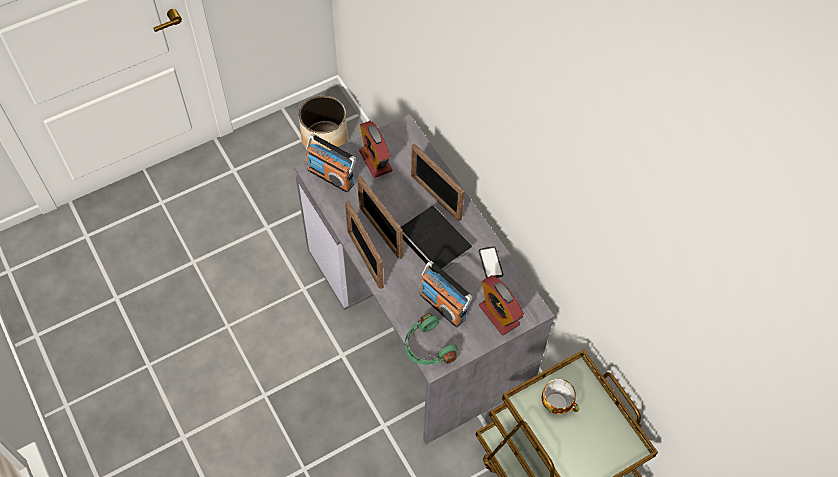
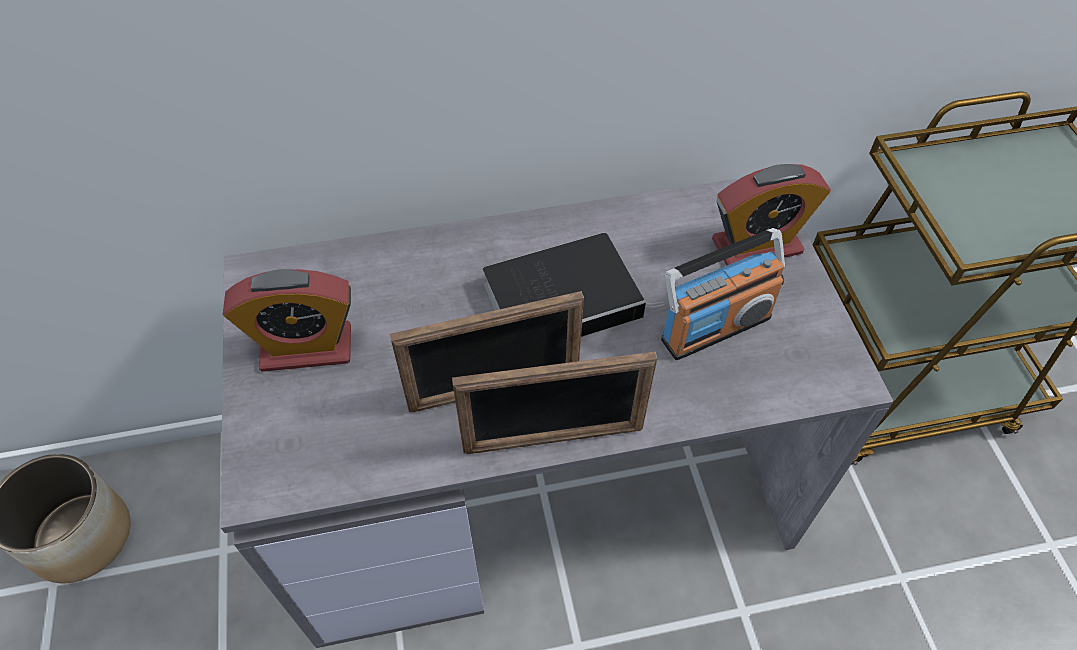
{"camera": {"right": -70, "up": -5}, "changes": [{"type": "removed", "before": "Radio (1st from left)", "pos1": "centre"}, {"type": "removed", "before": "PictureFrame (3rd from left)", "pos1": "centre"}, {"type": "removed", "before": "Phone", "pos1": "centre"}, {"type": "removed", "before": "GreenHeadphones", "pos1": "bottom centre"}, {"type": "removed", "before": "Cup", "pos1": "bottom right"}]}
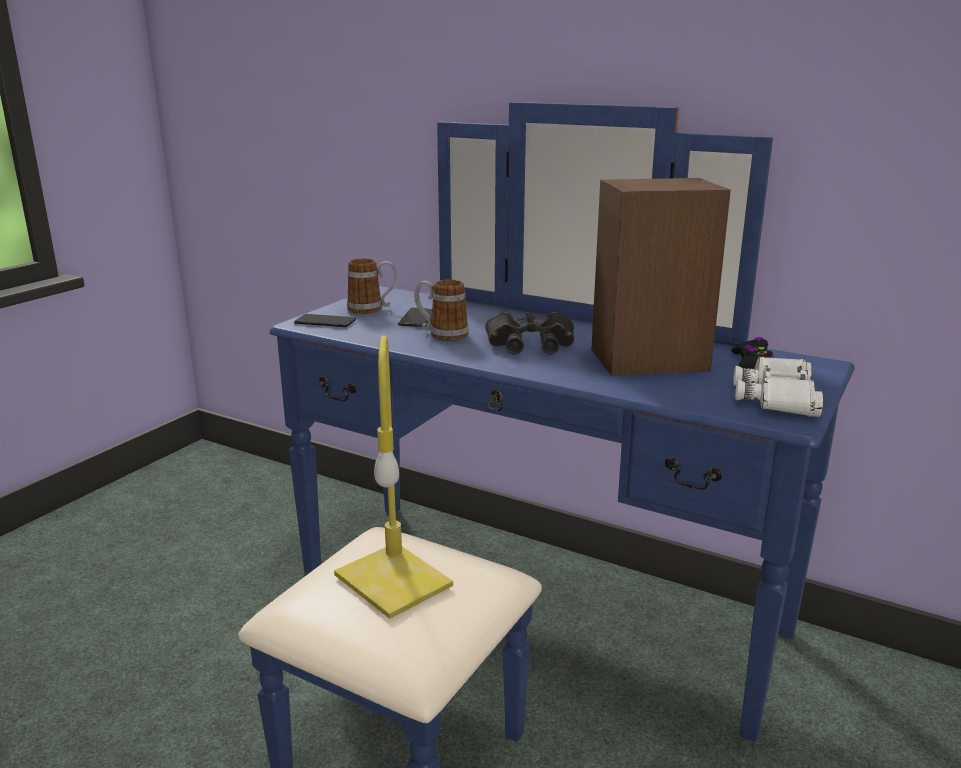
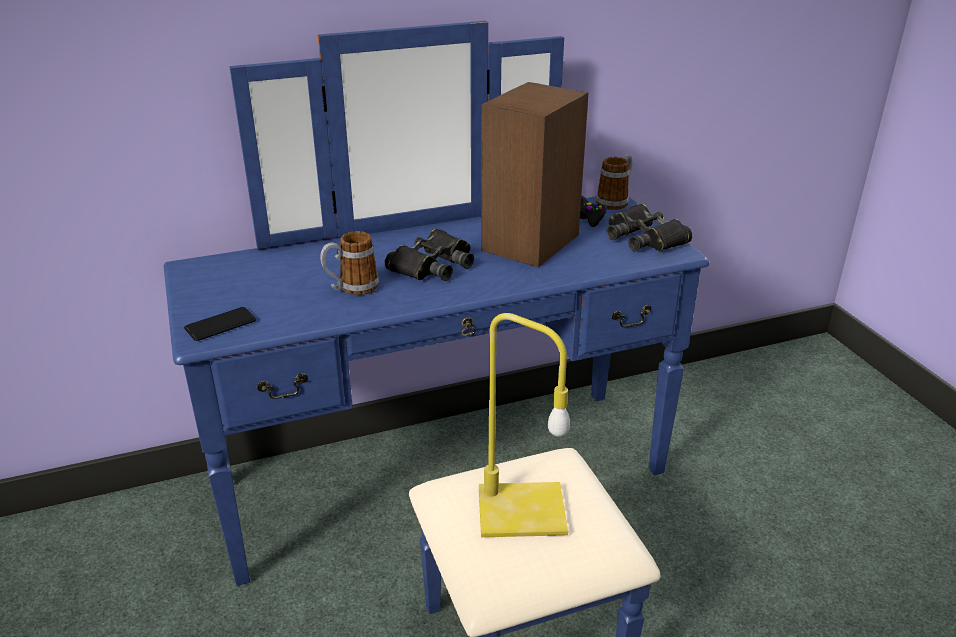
{"camera": {"right": -50, "up": 10}, "changes": [{"type": "moved", "before": "Mug (1st from left in the first image)", "after": "Mug (2nd from left)", "pos1": "centre", "pos2": "top centre"}, {"type": "removed", "before": "Phone (2nd from left)", "pos1": "centre"}, {"type": "recoloured", "before": "WhiteBinoculars", "after": "BlackBinoculars (2nd from left)", "pos1": "middle right", "pos2": "middle right"}]}
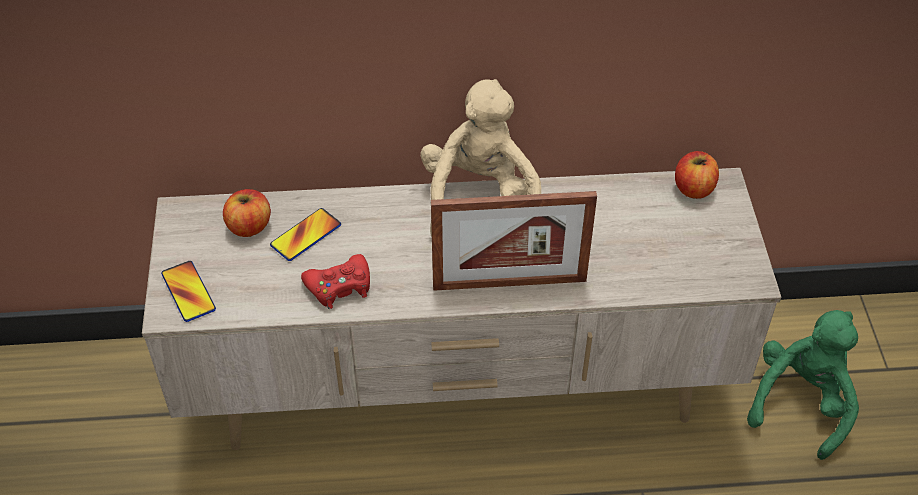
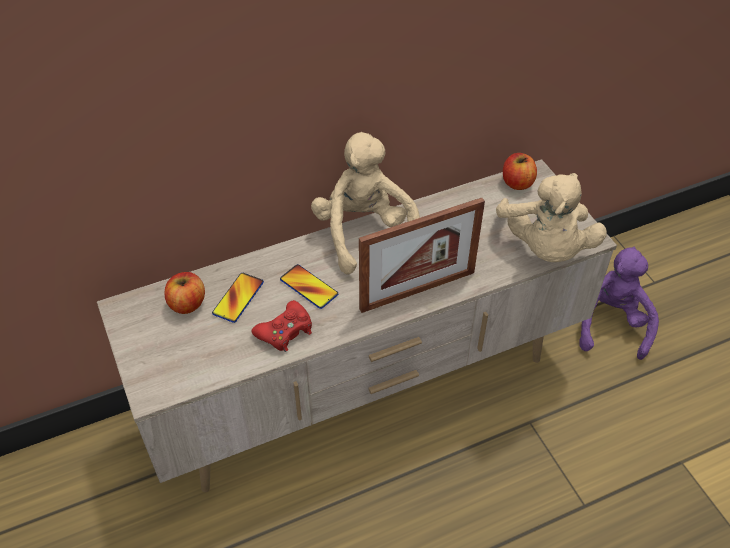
{"camera": {"right": -20, "up": 0}, "changes": [{"type": "moved", "before": "Phone (1st from left in the first image)", "after": "Phone (2nd from left)", "pos1": "middle left", "pos2": "centre"}, {"type": "recoloured", "before": "GreenPlushToy", "after": "PurplePlushToy", "pos1": "bottom right", "pos2": "middle right"}, {"type": "added", "after": "BeigePlushToy (2nd from left)", "pos2": "middle right"}]}
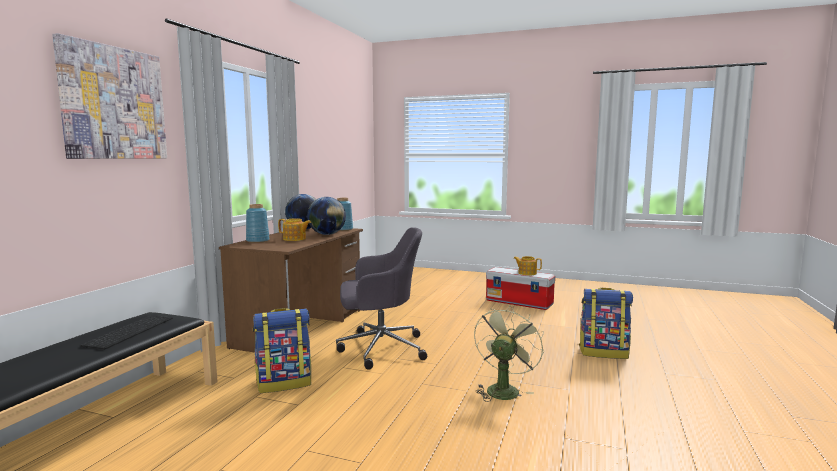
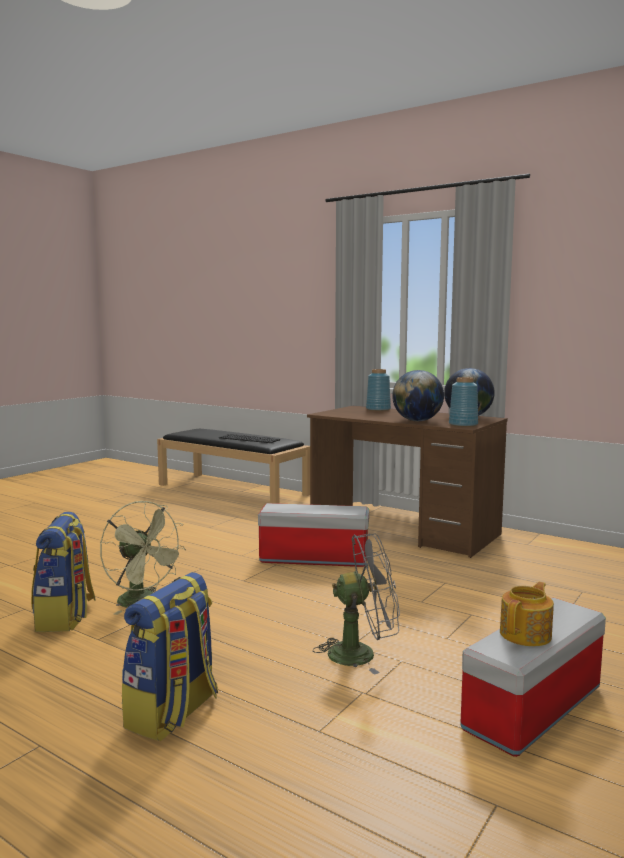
{"camera": {"right": 105, "up": 0}, "changes": [{"type": "removed", "before": "Picture", "pos1": "top left"}, {"type": "removed", "before": "Teapot (1st from left)", "pos1": "centre"}, {"type": "replaced", "before": "GreyOfficeChair", "after": "StorageBox (1st from left)", "pos1": "centre", "pos2": "centre"}, {"type": "moved", "before": "Backpack (1st from left)", "pos1": "bottom centre", "pos2": "bottom left"}, {"type": "added", "after": "GreyFan", "pos2": "bottom centre"}]}
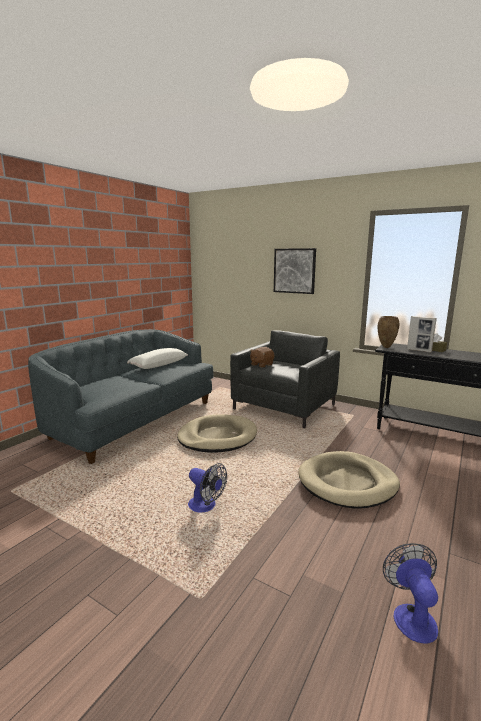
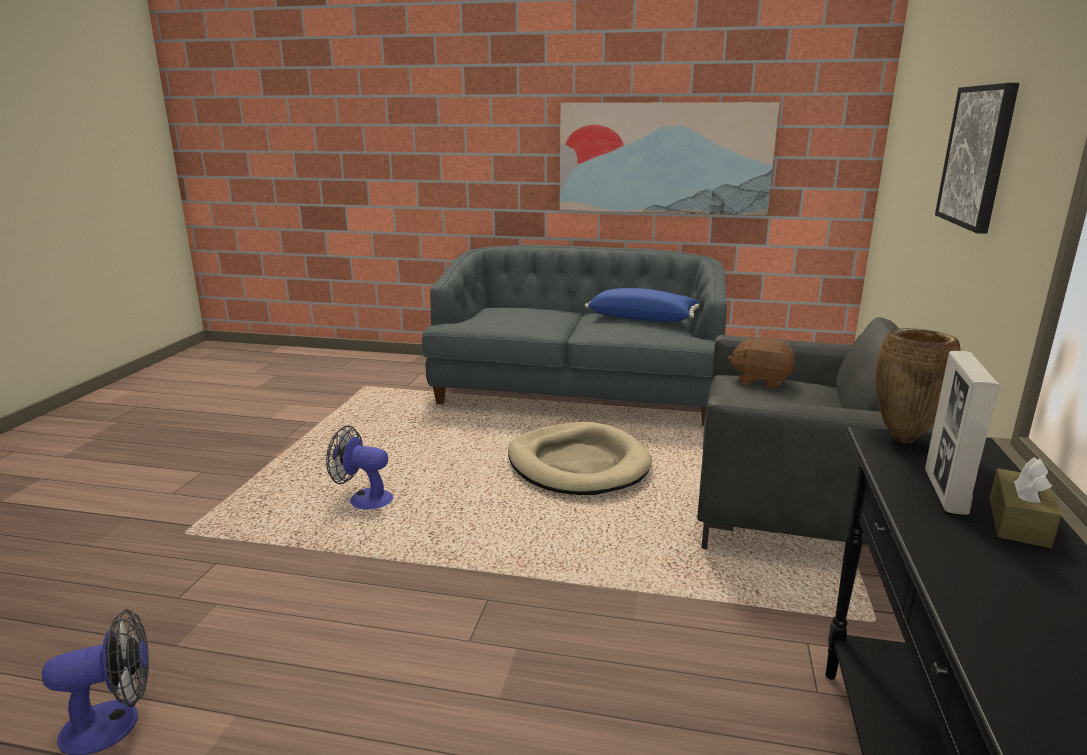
{"camera": {"right": 70, "up": 5}, "changes": [{"type": "recoloured", "before": "WhitePillow", "after": "BluePillow", "pos1": "middle left", "pos2": "centre"}, {"type": "removed", "before": "BeigeDogBed (2nd from left)", "pos1": "middle right"}, {"type": "turned", "before": "Fan (1st from left in the first image)", "pos1": "bottom centre", "pos2": "middle left", "turn": 90}, {"type": "added", "after": "Picture (1st from left)", "pos2": "top centre"}]}
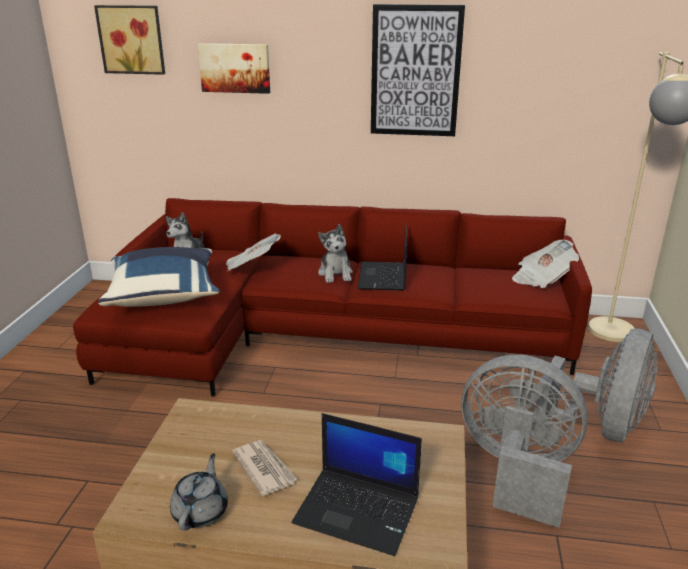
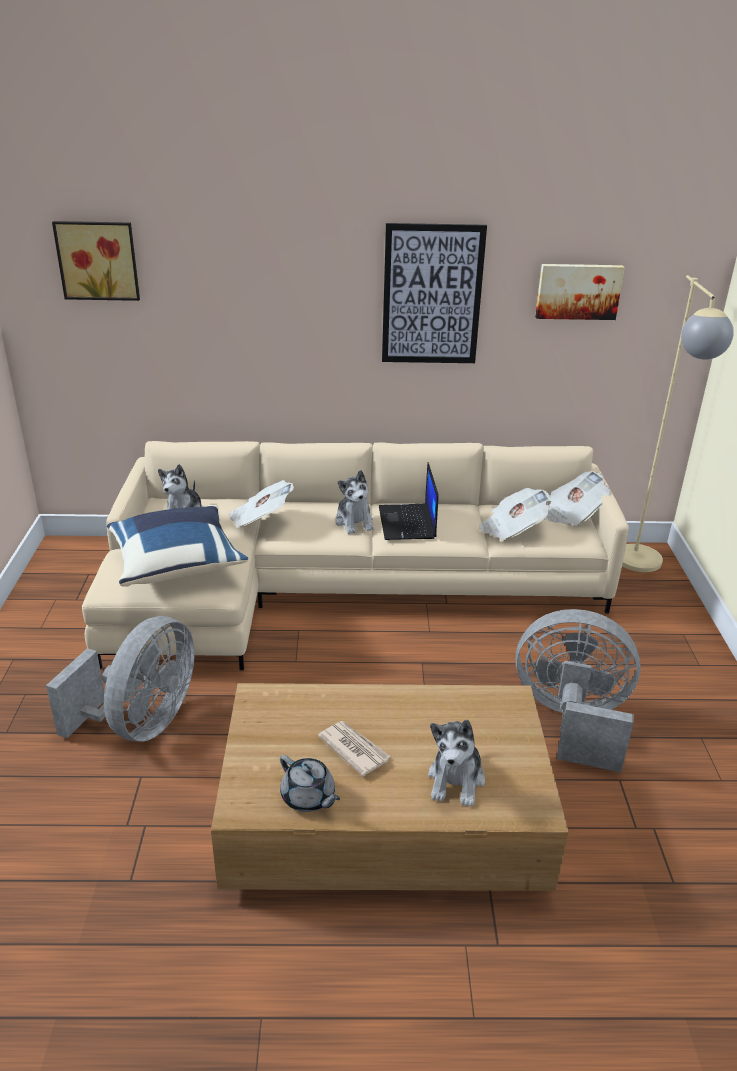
{"camera": {"right": -10, "up": 5}, "changes": [{"type": "moved", "before": "Picture (2nd from left in the first image)", "after": "Picture (3rd from left)", "pos1": "top centre", "pos2": "top right"}, {"type": "recoloured", "before": "RedSofa", "after": "BeigeSofa", "pos1": "centre", "pos2": "centre"}, {"type": "moved", "before": "GreyFan (2nd from left in the first image)", "after": "GreyFan (1st from left)", "pos1": "bottom right", "pos2": "middle left"}, {"type": "replaced", "before": "Laptop (1st from left)", "after": "PlushToy (3rd from left)", "pos1": "bottom centre", "pos2": "bottom centre"}, {"type": "turned", "before": "GreyTeapot", "pos1": "bottom left", "pos2": "bottom centre", "turn": 135}, {"type": "added", "after": "Newspaper (3rd from left)", "pos2": "middle right"}]}
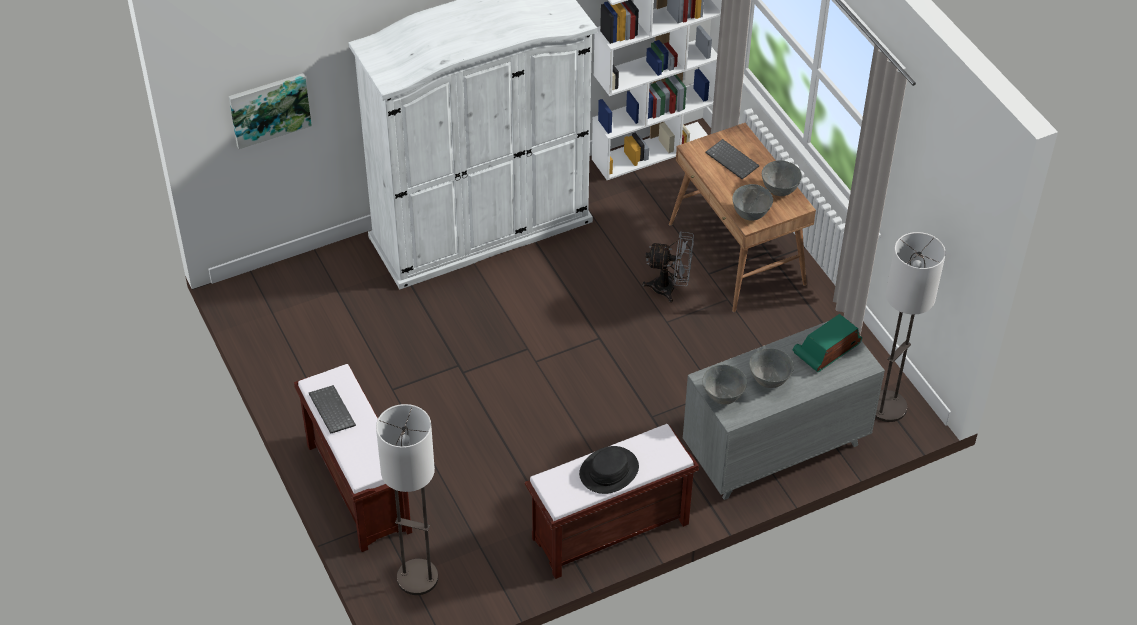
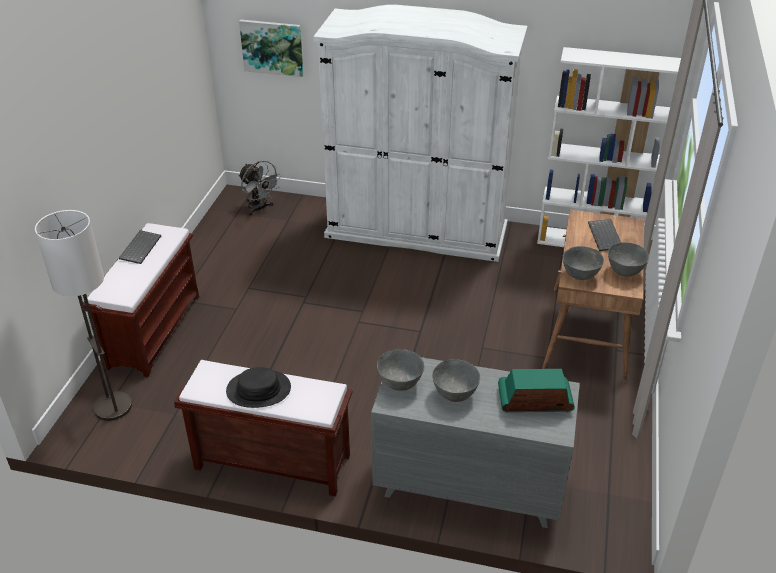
{"camera": {"right": 40, "up": -10}, "changes": [{"type": "moved", "before": "GreyFan", "pos1": "centre", "pos2": "top centre"}, {"type": "removed", "before": "FloorLamp (2nd from left)", "pos1": "middle right"}]}
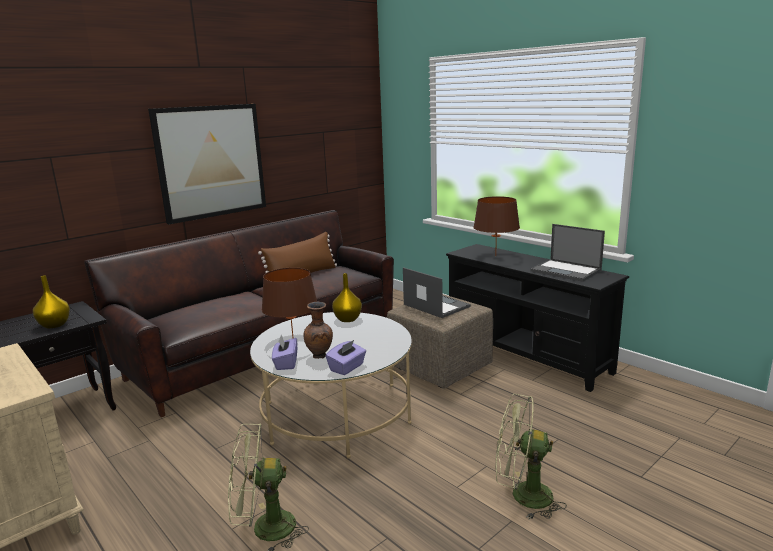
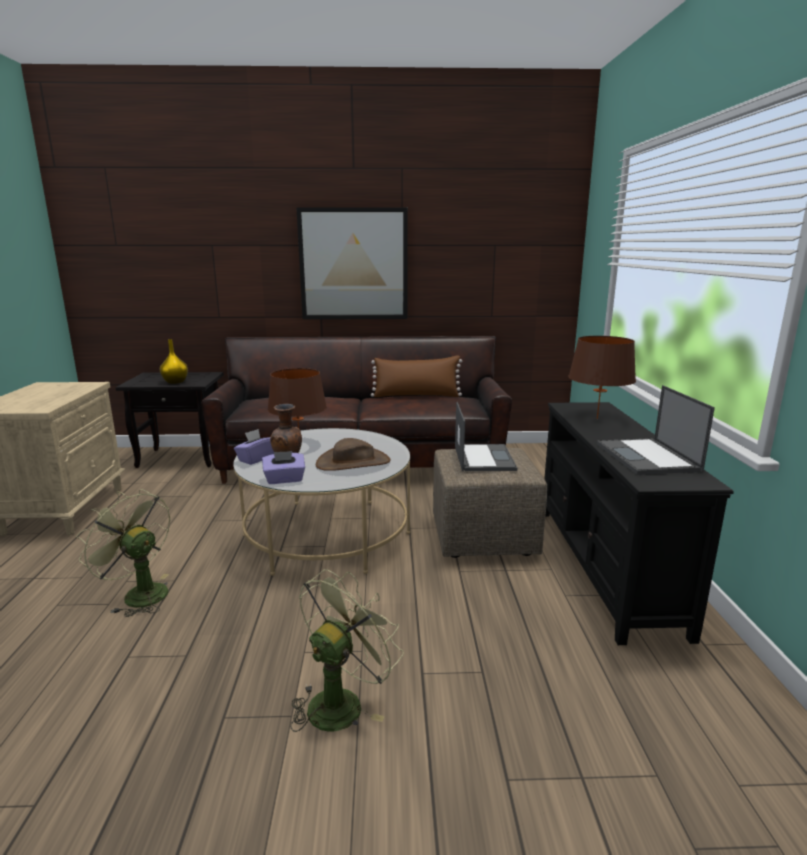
{"camera": {"right": 40, "up": 0}, "changes": [{"type": "removed", "before": "YellowVase (2nd from left)", "pos1": "centre"}, {"type": "turned", "before": "GreenFan (2nd from left)", "pos1": "bottom right", "pos2": "bottom centre", "turn": 75}, {"type": "added", "after": "BrownHat", "pos2": "centre"}]}
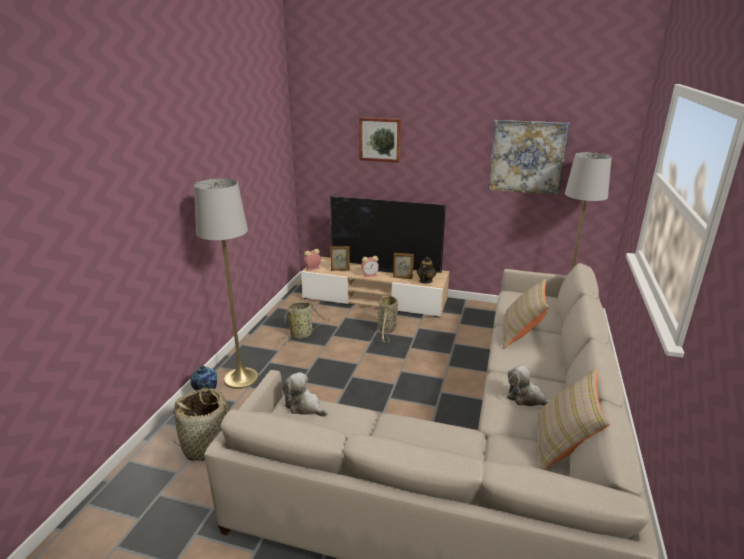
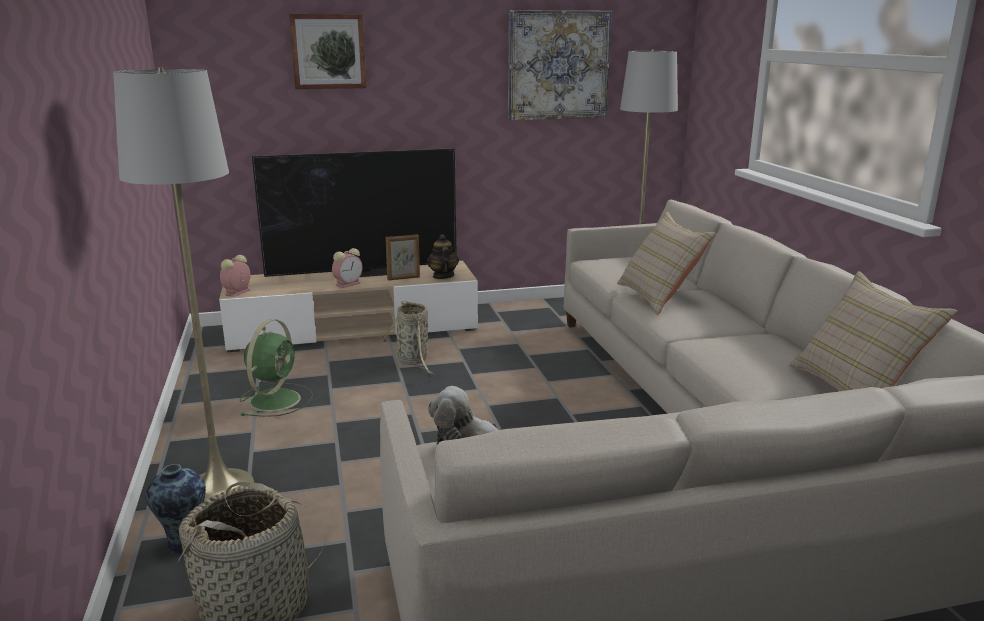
{"camera": {"right": -30, "up": -5}, "changes": [{"type": "removed", "before": "PictureFrame (1st from left)", "pos1": "centre"}, {"type": "replaced", "before": "Basket (2nd from left)", "after": "GreenFan", "pos1": "centre", "pos2": "middle left"}, {"type": "removed", "before": "PlushToy (2nd from left)", "pos1": "bottom right"}]}
